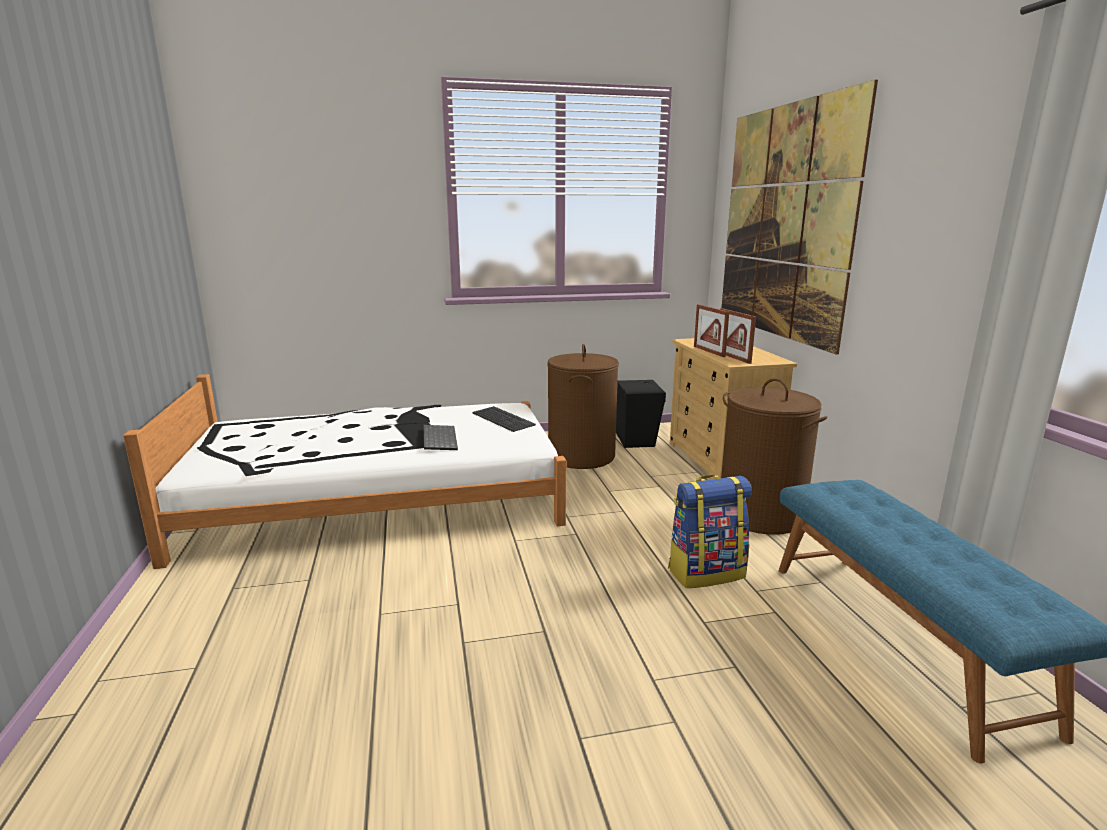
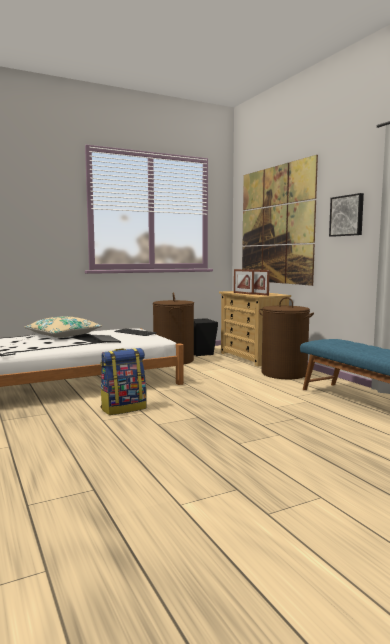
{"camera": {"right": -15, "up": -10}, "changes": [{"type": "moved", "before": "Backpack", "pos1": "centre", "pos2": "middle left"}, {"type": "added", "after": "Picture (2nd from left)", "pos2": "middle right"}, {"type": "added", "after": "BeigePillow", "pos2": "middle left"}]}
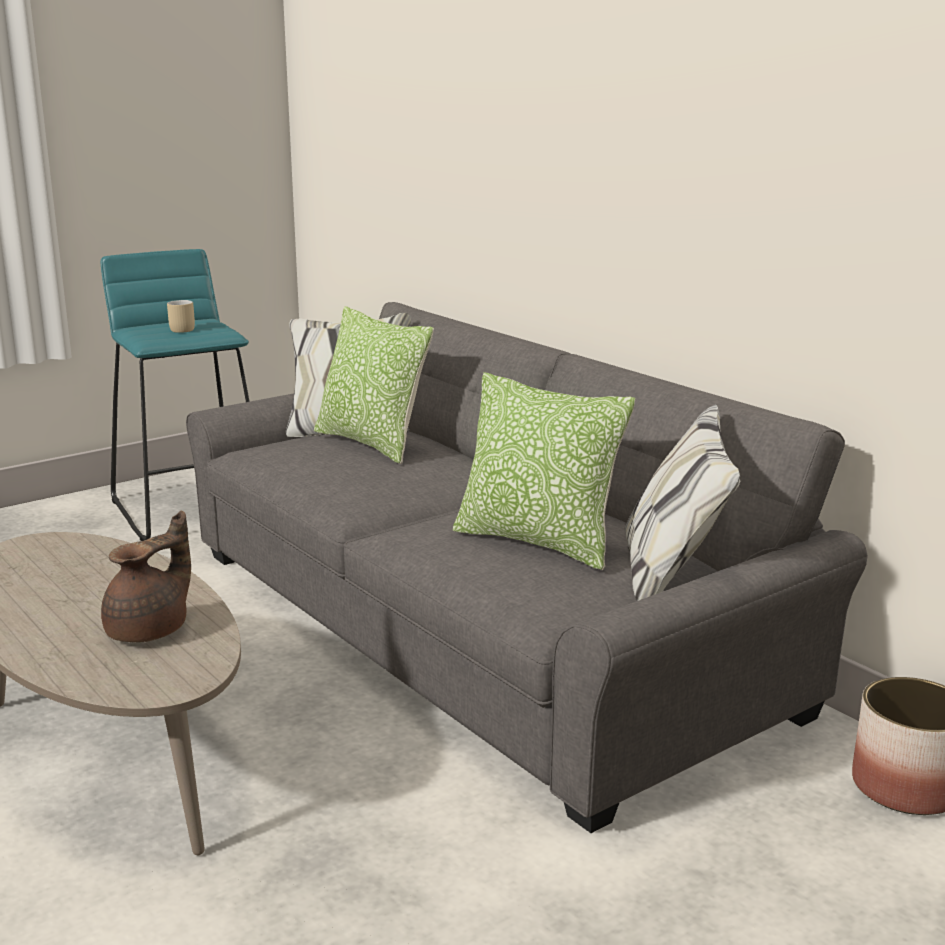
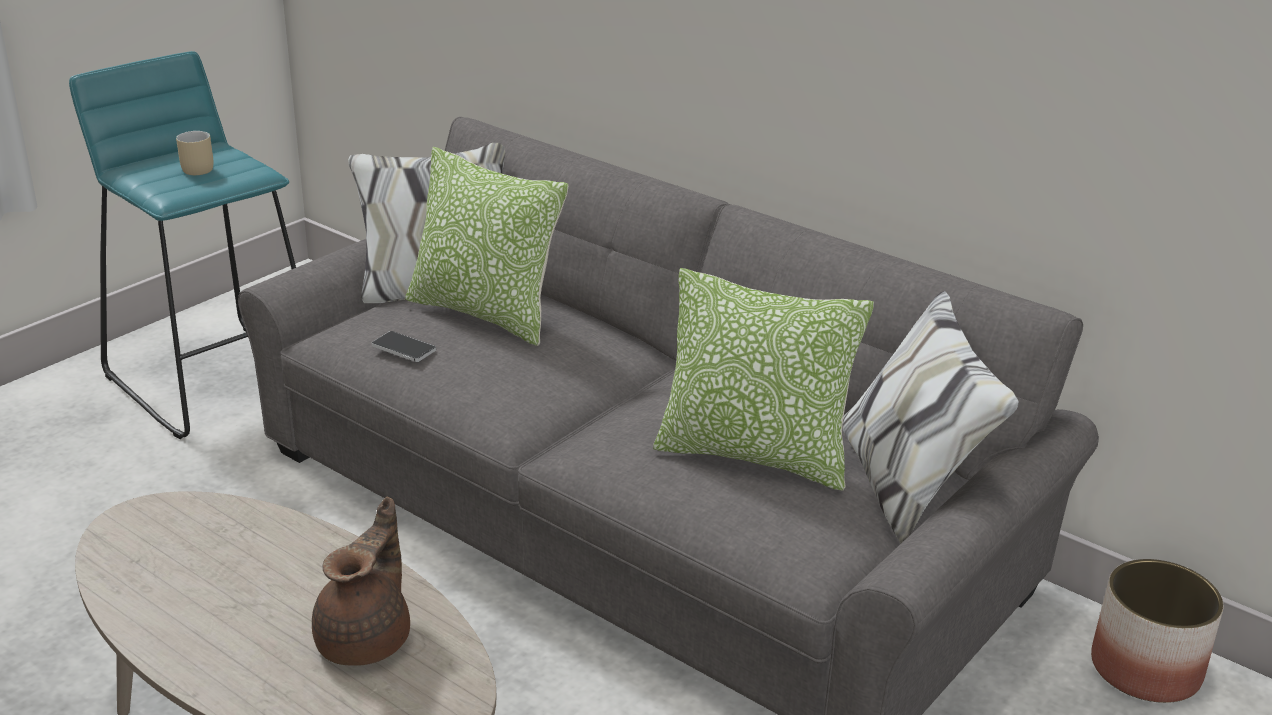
{"camera": {"right": -15, "up": 10}, "changes": [{"type": "added", "after": "Phone", "pos2": "middle left"}]}
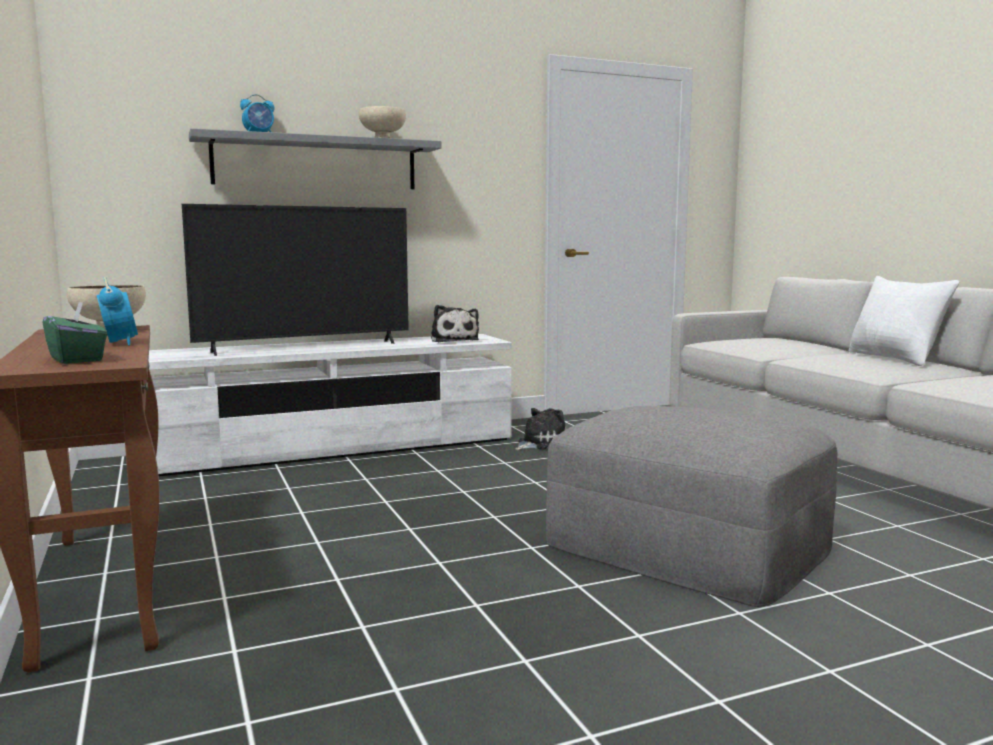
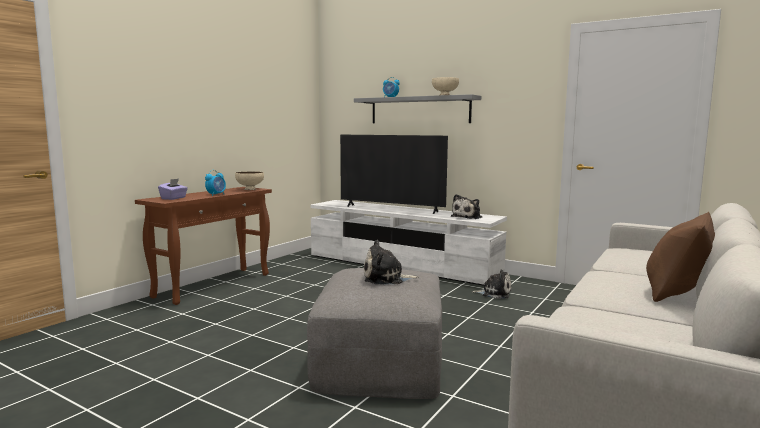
{"camera": {"right": 55, "up": 0}, "changes": [{"type": "recoloured", "before": "WhitePillow", "after": "BrownPillow", "pos1": "middle right", "pos2": "middle right"}, {"type": "recoloured", "before": "GreenTissueBox", "after": "PurpleTissueBox", "pos1": "middle left", "pos2": "middle left"}, {"type": "added", "after": "PlushToy (1st from left)", "pos2": "centre"}]}
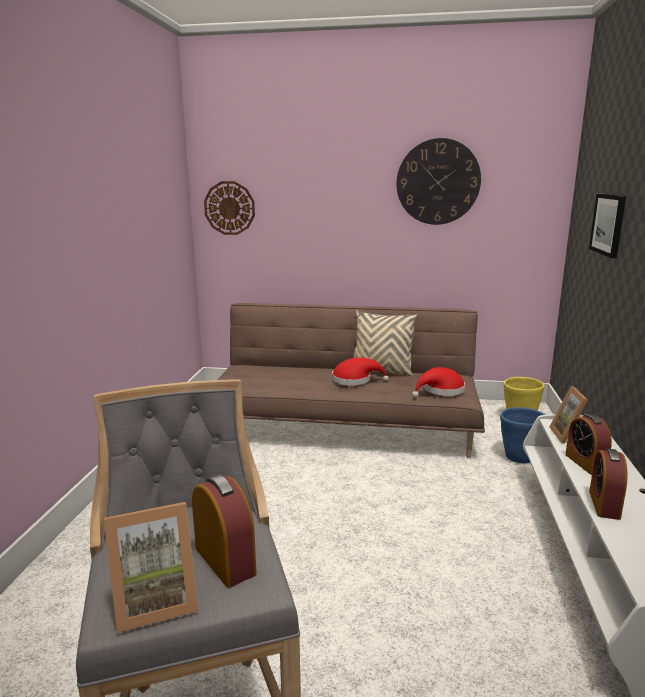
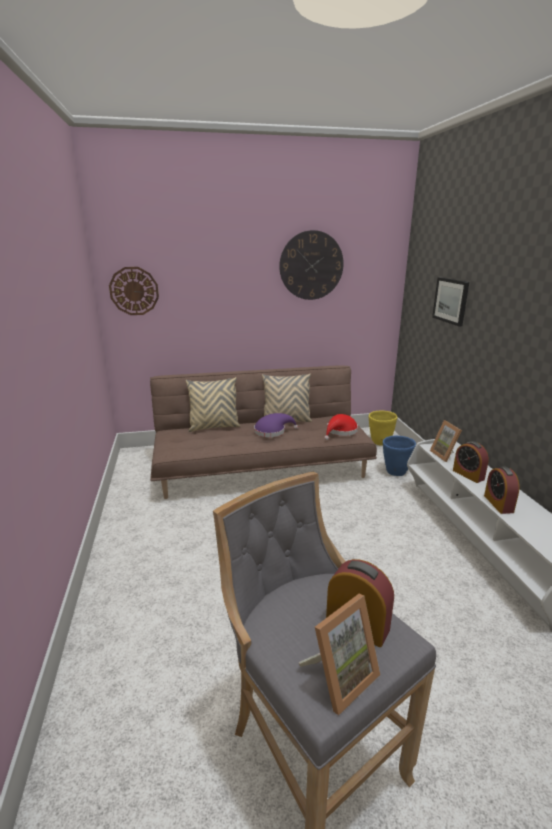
{"camera": {"right": -20, "up": 5}, "changes": [{"type": "recoloured", "before": "RedHat (1st from left)", "after": "PurpleHat", "pos1": "centre", "pos2": "centre"}, {"type": "added", "after": "BeigePillow (1st from left)", "pos2": "centre"}]}
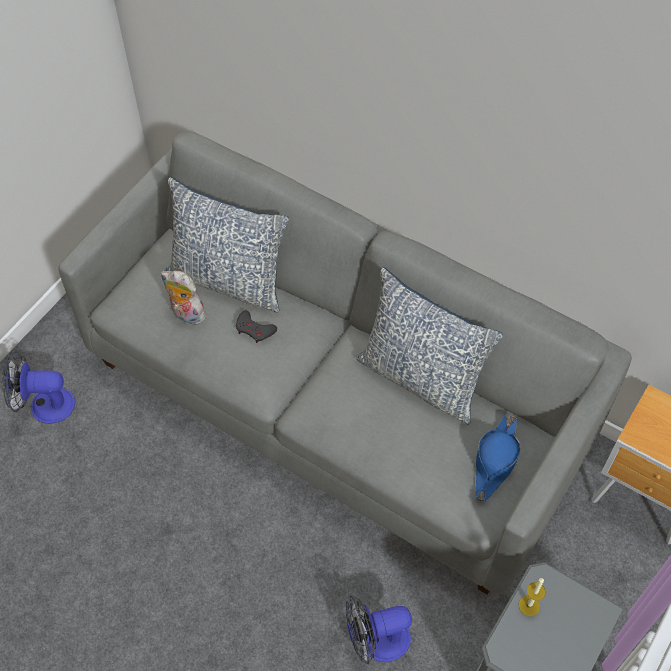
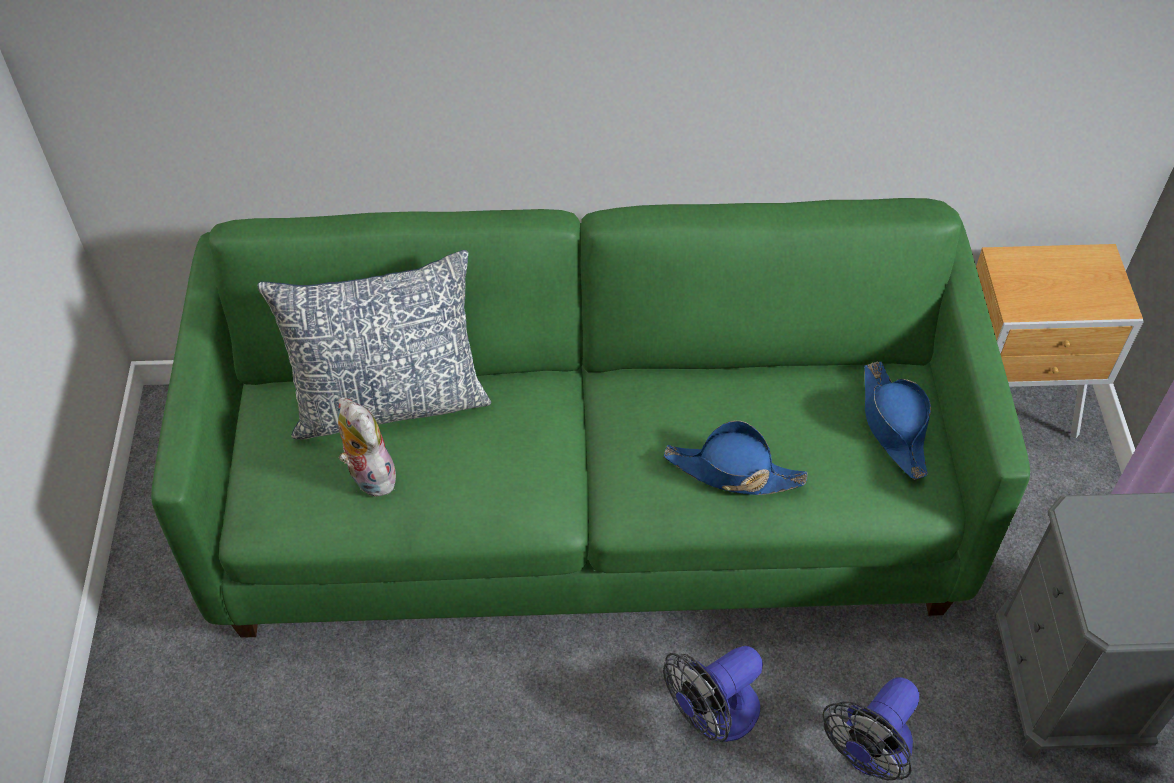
{"camera": {"right": -35, "up": -5}, "changes": [{"type": "recoloured", "before": "GreySofa", "after": "GreenSofa", "pos1": "centre", "pos2": "centre"}, {"type": "removed", "before": "Pillow (2nd from left)", "pos1": "centre"}, {"type": "turned", "before": "PlushToy", "pos1": "middle left", "pos2": "middle left", "turn": 60}, {"type": "removed", "before": "GreyGameController", "pos1": "centre"}, {"type": "moved", "before": "Fan (1st from left)", "pos1": "middle left", "pos2": "bottom centre"}, {"type": "removed", "before": "Candle", "pos1": "bottom right"}, {"type": "added", "after": "BlueHat (1st from left)", "pos2": "centre"}]}
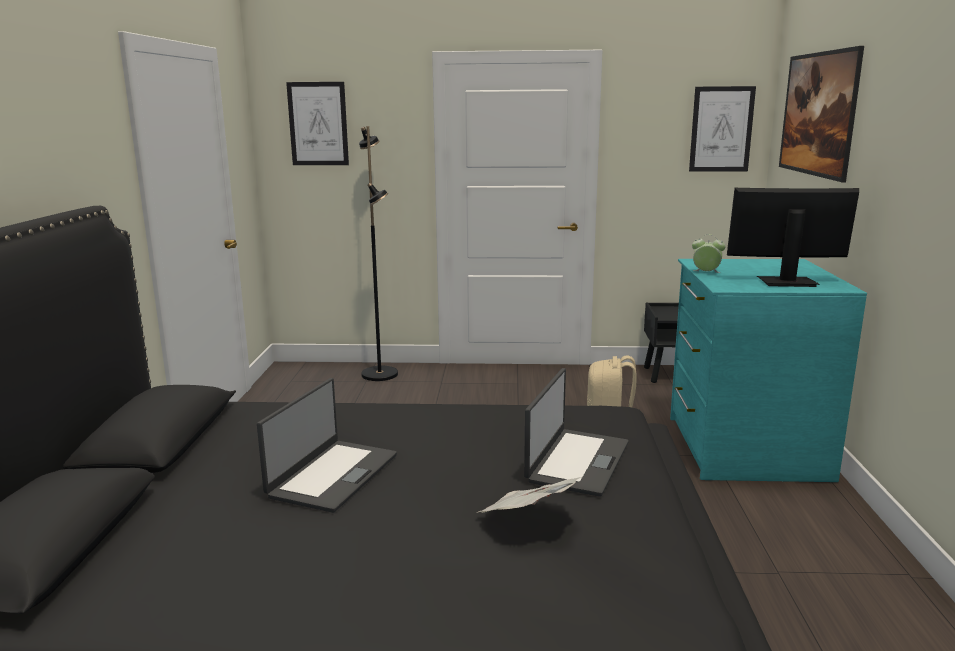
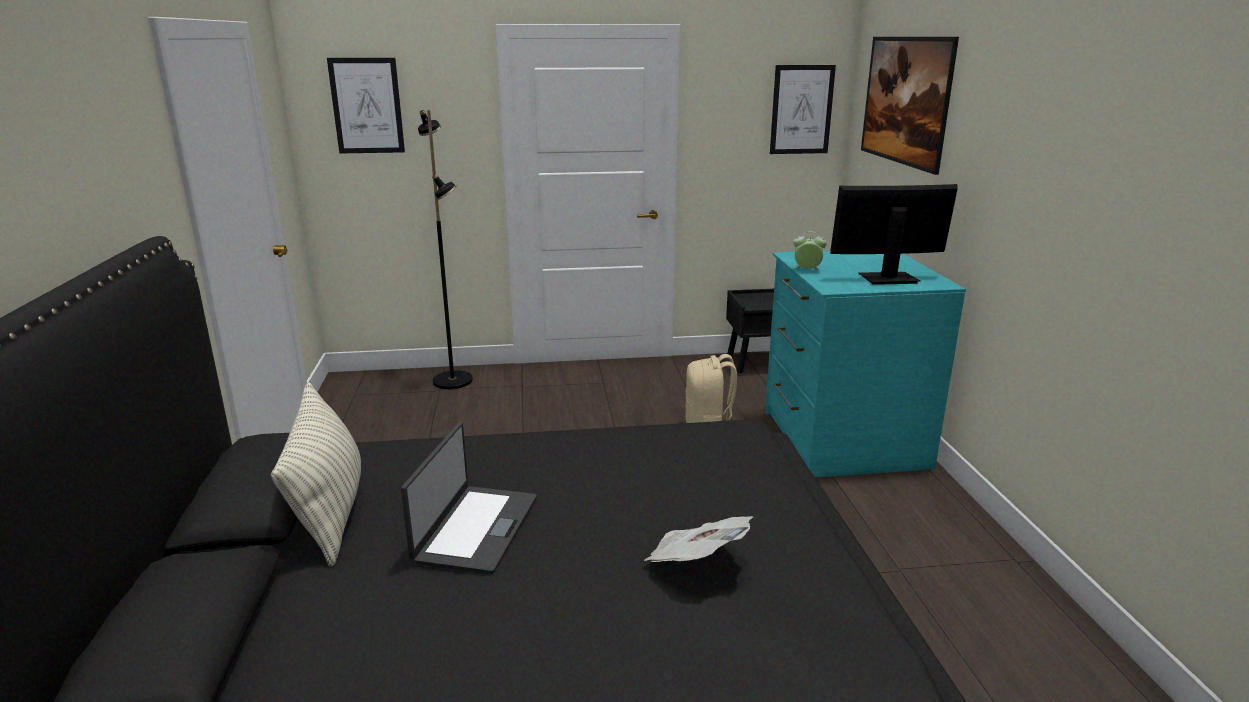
{"camera": {"right": -10, "up": 5}, "changes": [{"type": "removed", "before": "Laptop (2nd from left)", "pos1": "centre"}, {"type": "added", "after": "Pillow", "pos2": "bottom left"}]}
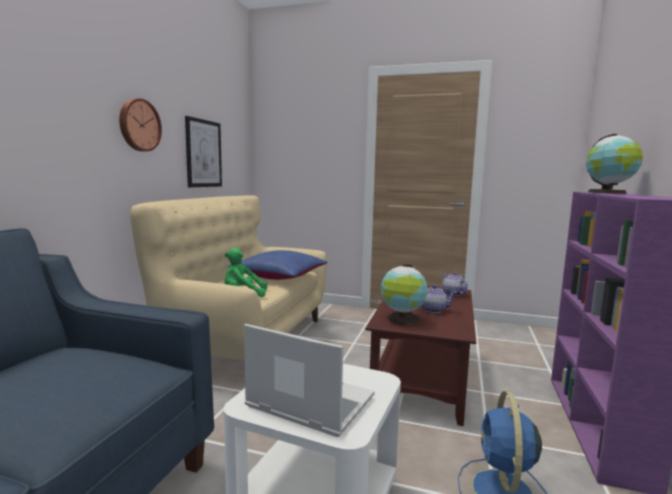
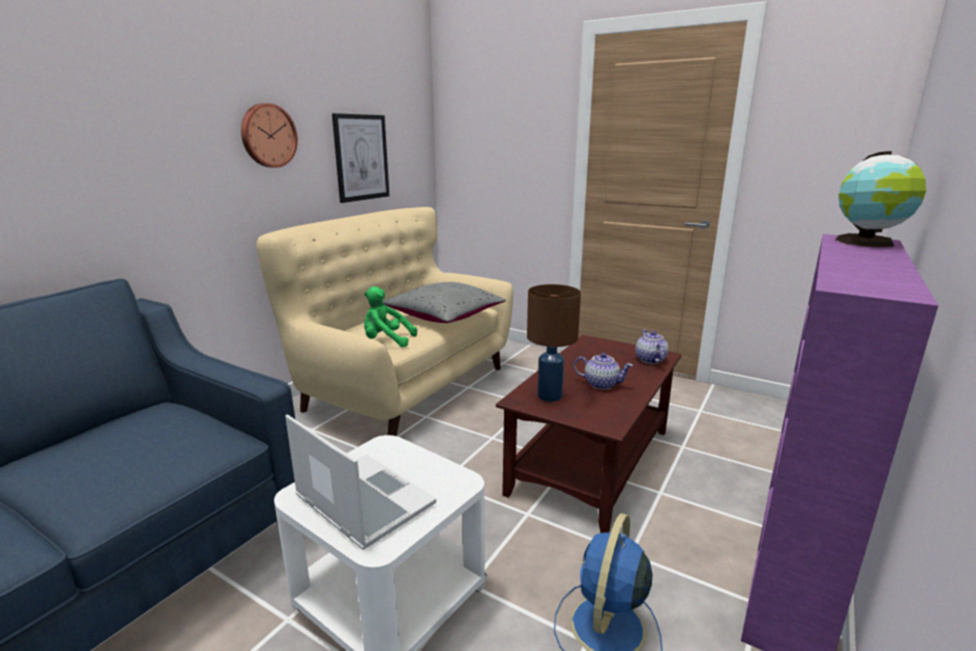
{"camera": {"right": 15, "up": 10}, "changes": [{"type": "recoloured", "before": "BluePillow", "after": "GreyPillow", "pos1": "centre", "pos2": "centre"}, {"type": "replaced", "before": "Globe (1st from left)", "after": "BrownTableLamp", "pos1": "centre", "pos2": "centre"}]}
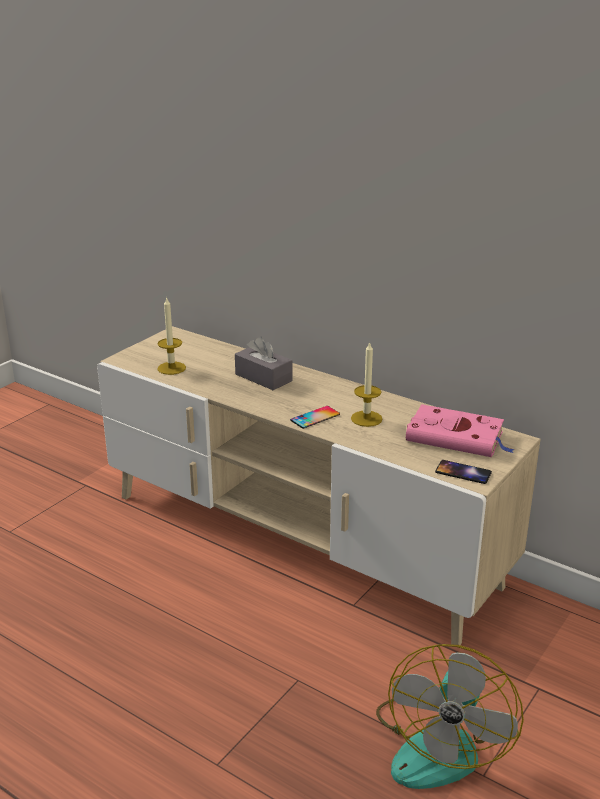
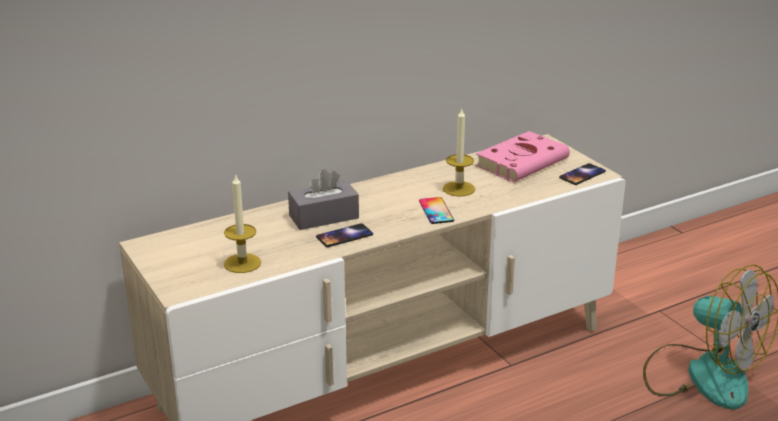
{"camera": {"right": -65, "up": 0}, "changes": [{"type": "added", "after": "Phone (1st from left)", "pos2": "centre"}]}
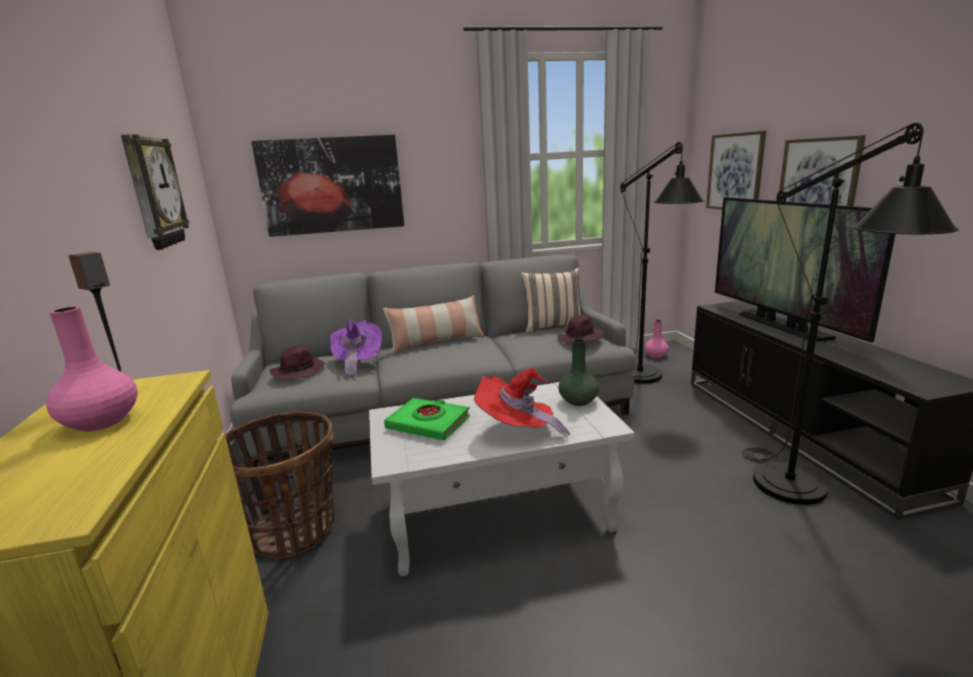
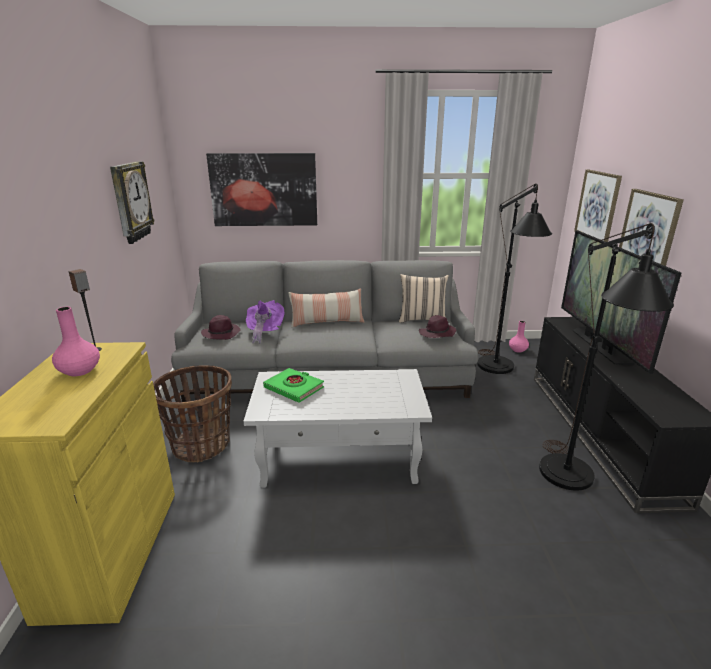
{"camera": {"right": 10, "up": 5}, "changes": [{"type": "removed", "before": "GreenVase", "pos1": "centre"}, {"type": "removed", "before": "RedHat", "pos1": "centre"}]}
